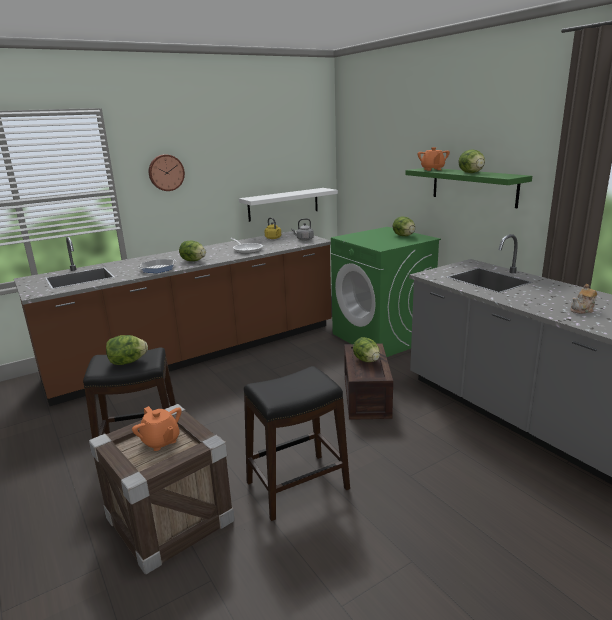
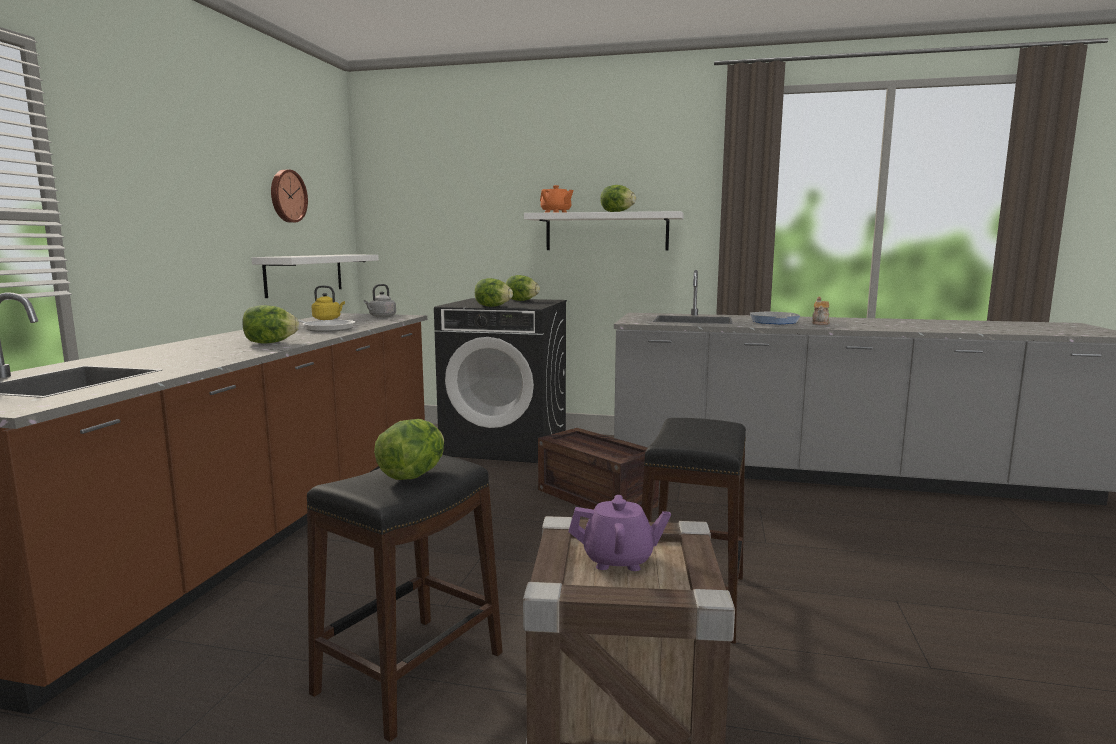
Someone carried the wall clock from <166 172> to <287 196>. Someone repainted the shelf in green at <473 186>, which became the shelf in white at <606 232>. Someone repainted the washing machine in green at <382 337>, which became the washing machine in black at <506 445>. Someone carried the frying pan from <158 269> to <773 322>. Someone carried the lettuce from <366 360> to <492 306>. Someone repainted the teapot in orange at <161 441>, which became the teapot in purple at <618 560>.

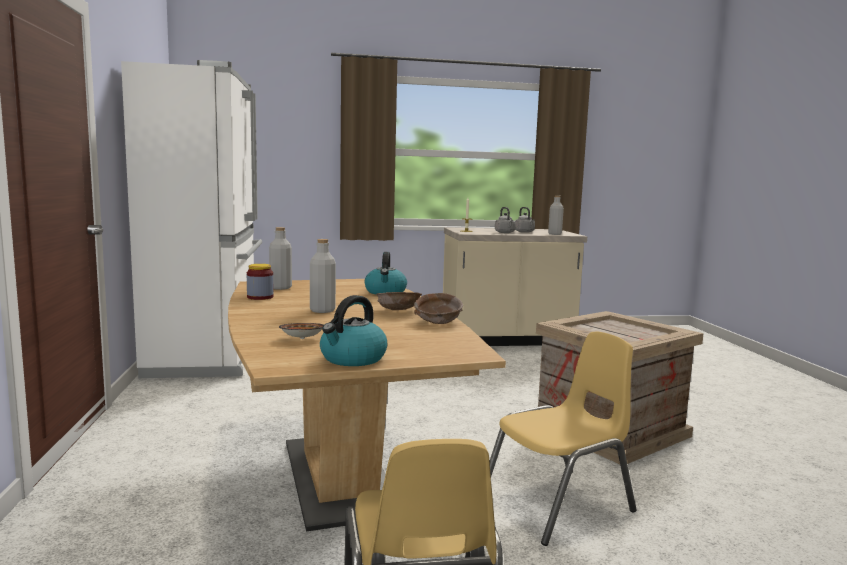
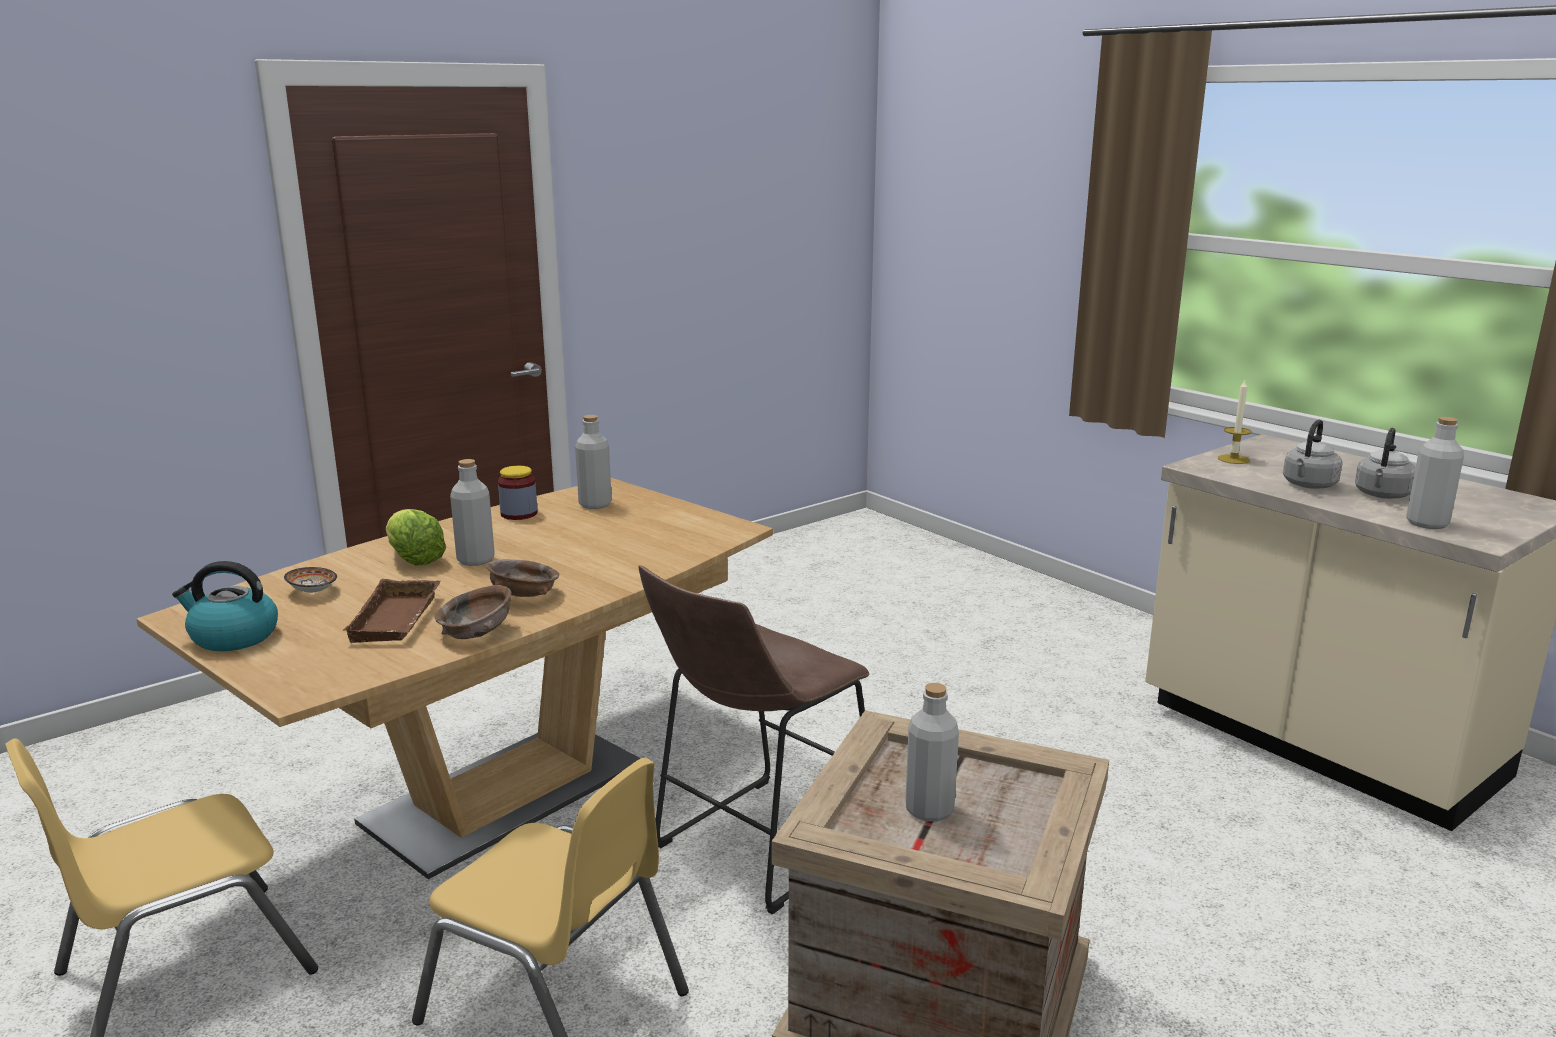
Someone took away the fridge in white at <208 356>. Someone took away the kettle at <385 292>. Someone put down the lettuce at <414 559>. Someone put down the stool in brown at <757 847>. Someone put down the tray in brown at <398 620>. Someone put down the bottle in grey at <929 810>.

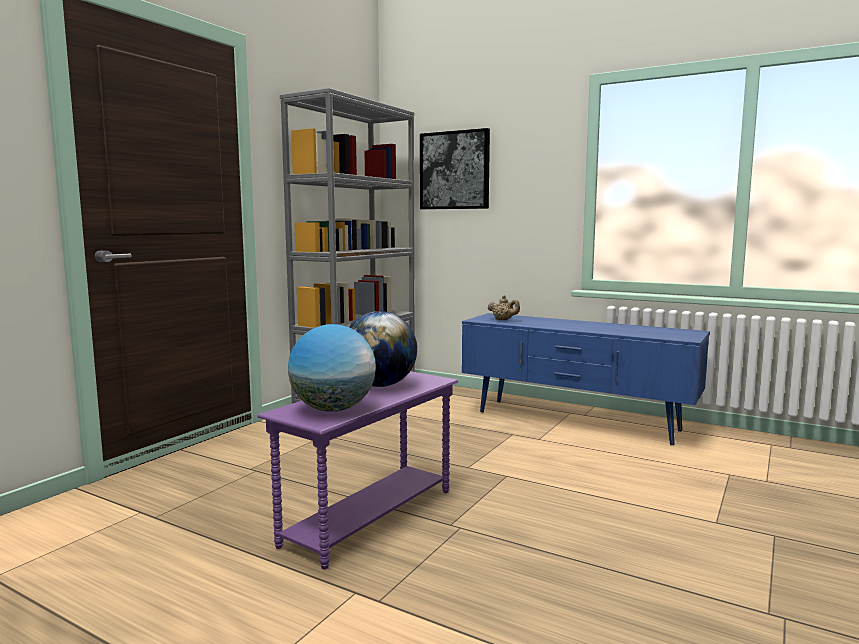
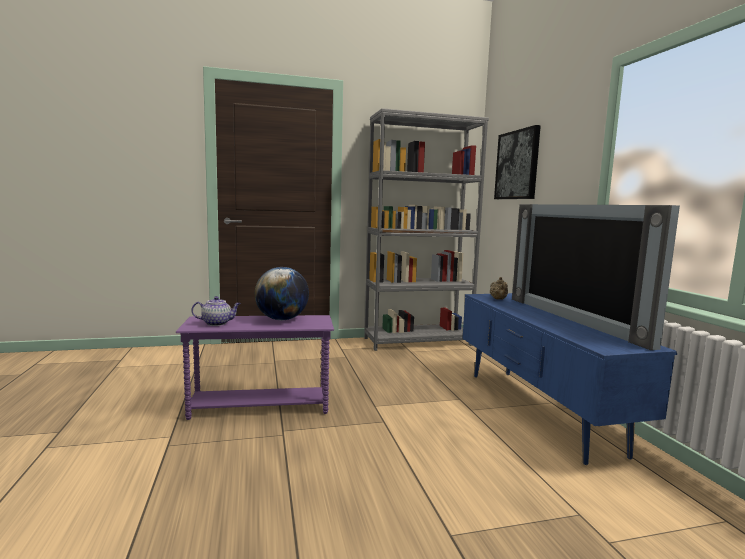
Someone swapped the globe at <333 409> for the teapot at <217 323>. Someone put down the television at <577 319>.

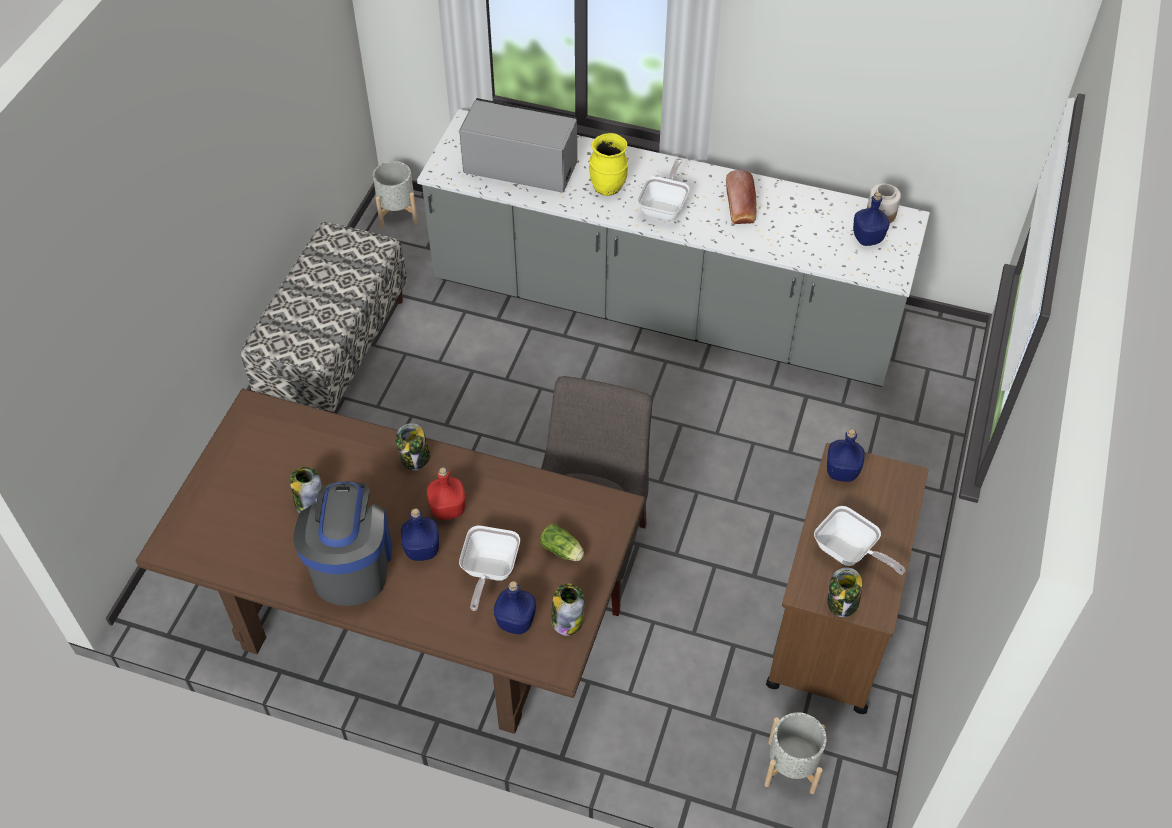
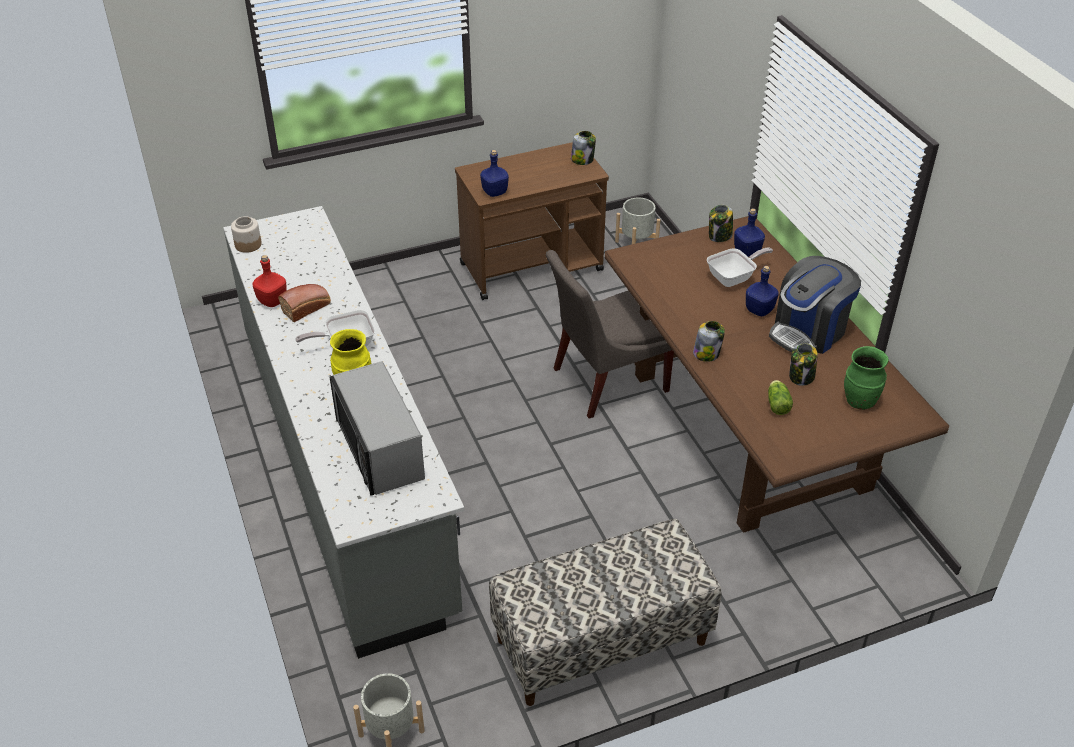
Someone took away the bottle in blue at <868 239>. Someone carried the bottle in red from <447 509> to <273 301>. Someone took away the frying pan at <849 553>. Someone carried the lettuce from <563 551> to <777 403>. Someone put down the vase in green at <859 401>.

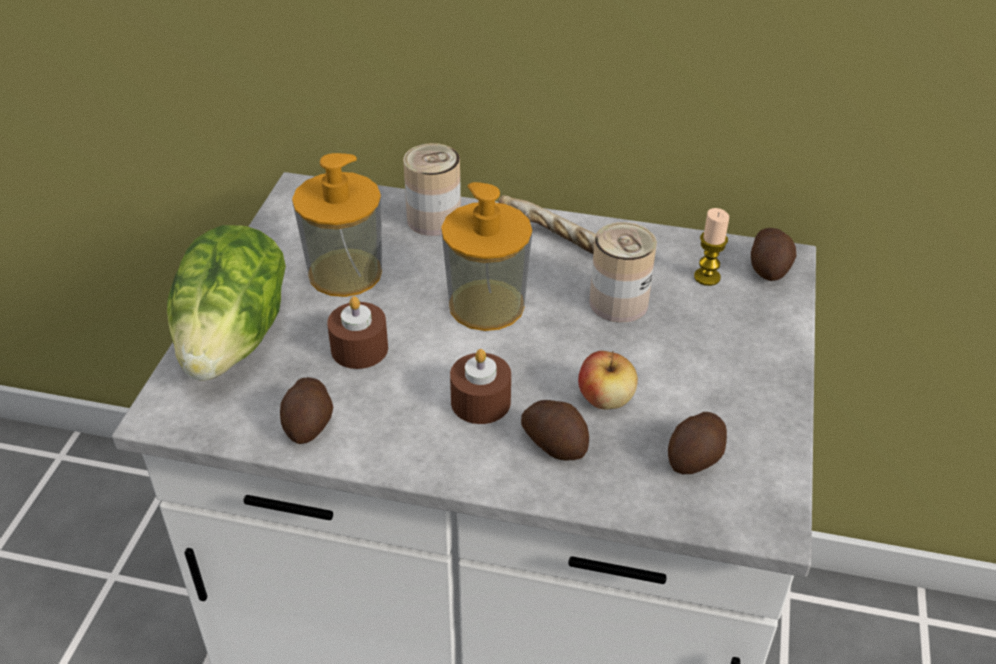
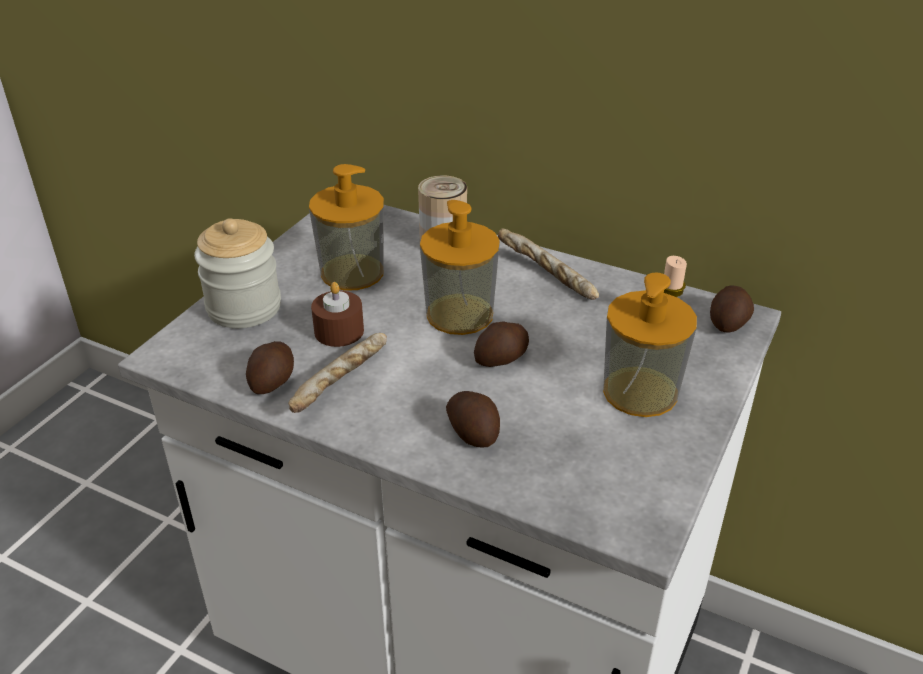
Someone took away the can at <618 302>. Someone swapped the lettuce at <236 338> for the jar at <244 307>. Someone took away the candle in brown at <480 402>. Someone took away the apple at <605 399>. Someone carried the potato from <696 457> to <502 359>. Someone put down the soap dispenser at <640 392>. Someone put down the bread at <342 383>.

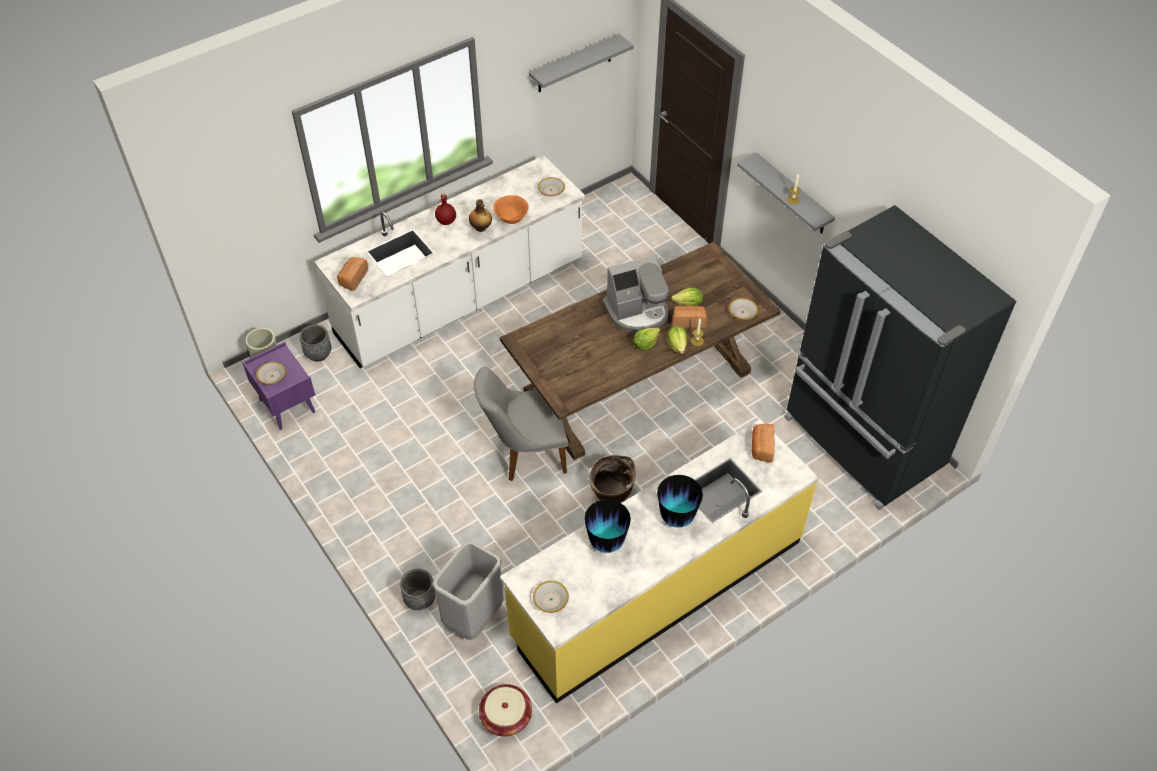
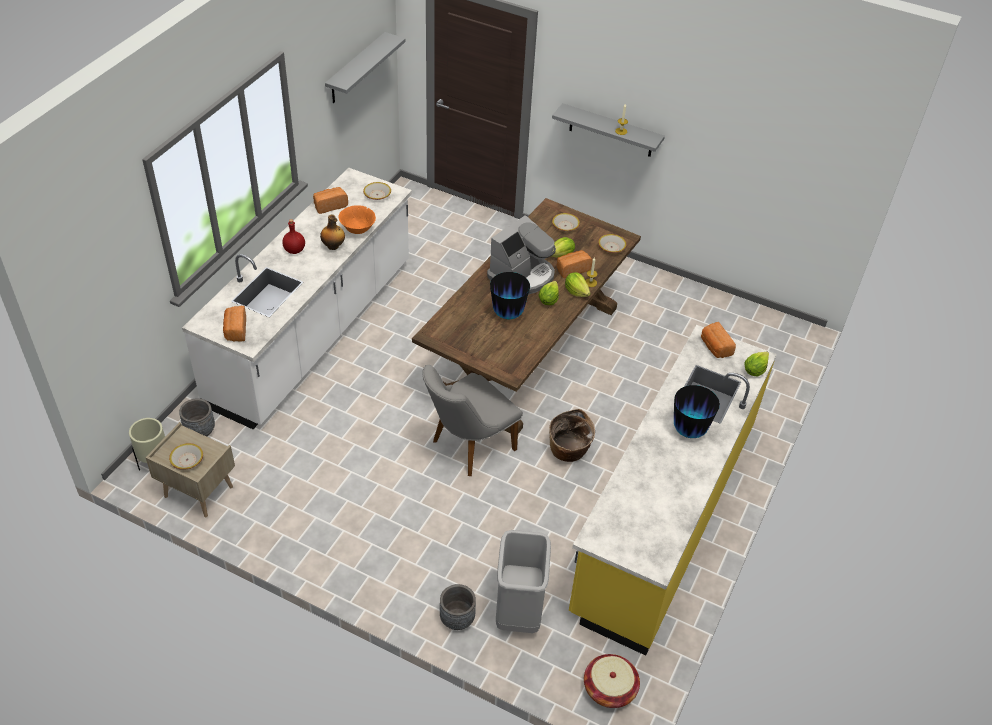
Someone took away the fridge in black at <861 443>. Someone repainted the nightstand in purple at <286 405>, which became the nightstand in beige at <197 492>. Someone carried the vase from <606 543> to <508 314>. Someone carried the bowl from <551 599> to <565 226>. Someone put down the bread at <330 205>. Someone put down the lettuce at <754 370>.

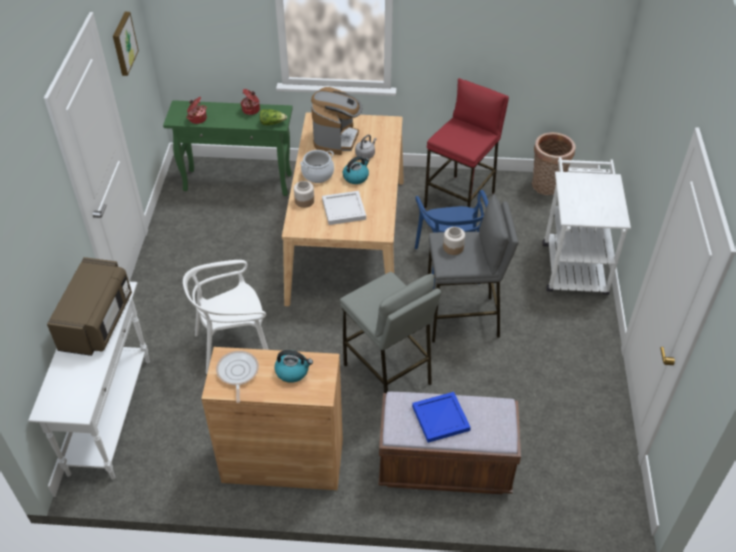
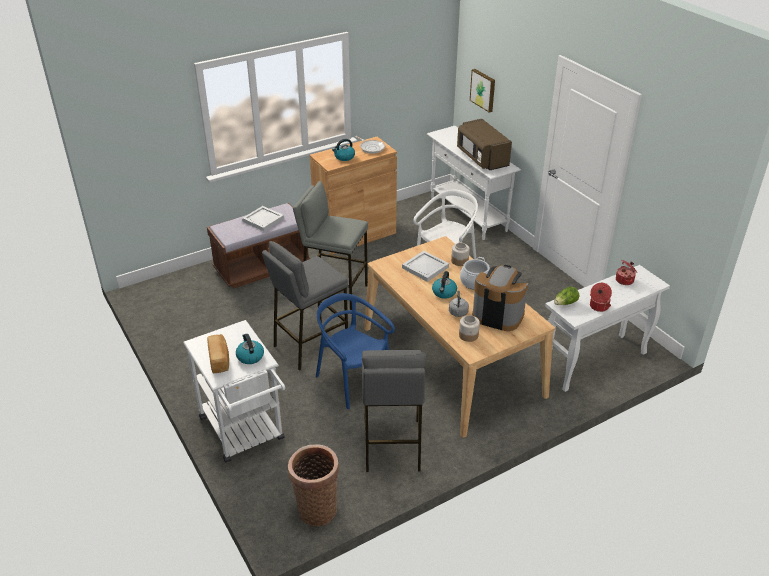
Someone carried the picture from <123 43> to <483 90>. Someone repainted the stool in red at <460 200>, which became the stool in grey at <391 445>. Someone rotated the coffee machine at <336 139> by 135 degrees clockwise. Someone repainted the console table in green at <239 182>, which became the console table in white at <593 363>. Someone carried the jar from <453 247> to <468 335>. Someone repainted the tray in blue at <440 419>, which became the tray in white at <263 219>. Someone put down the bread at <220 360>. Someone put down the kettle at <250 356>.

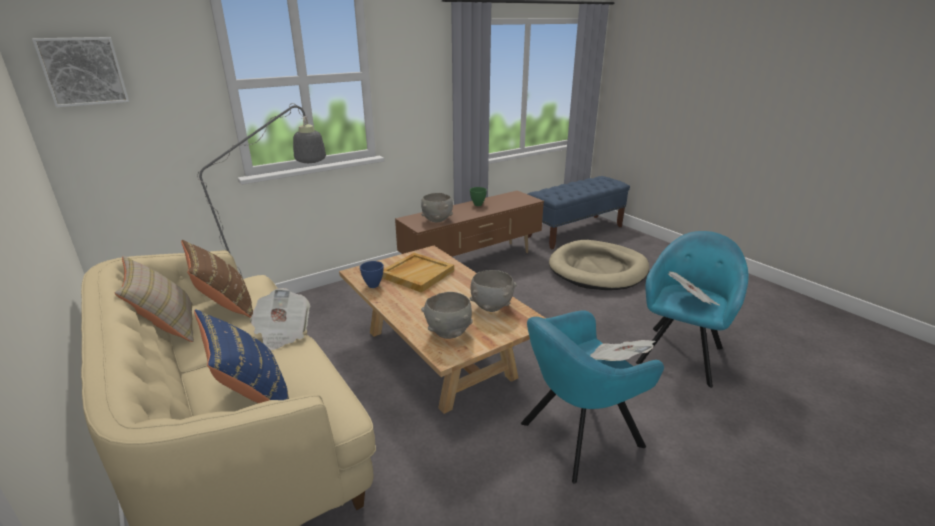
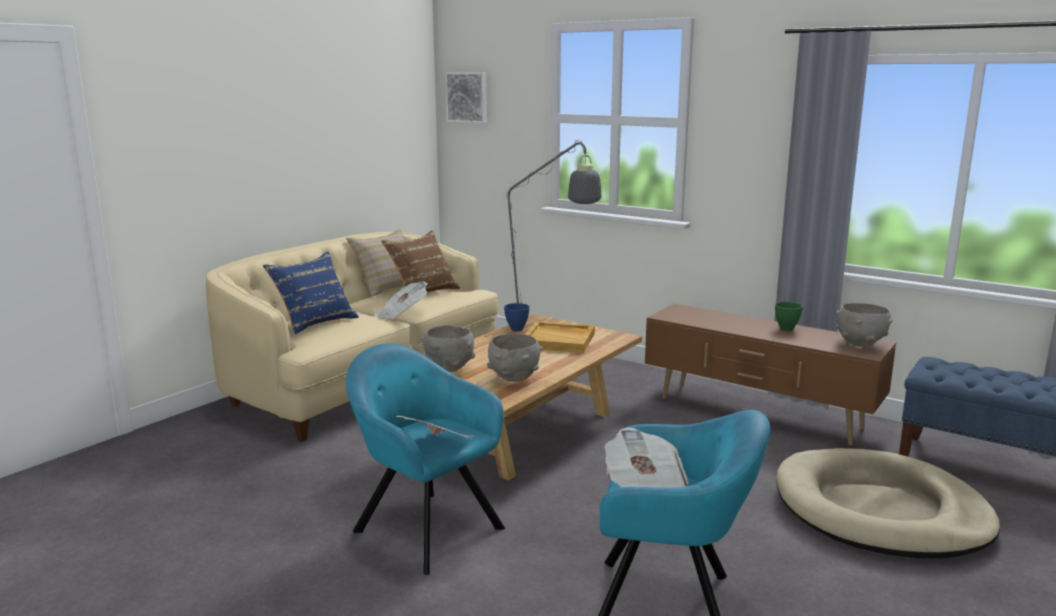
Someone carried the bowl in grey from <437 220> to <860 344>.

